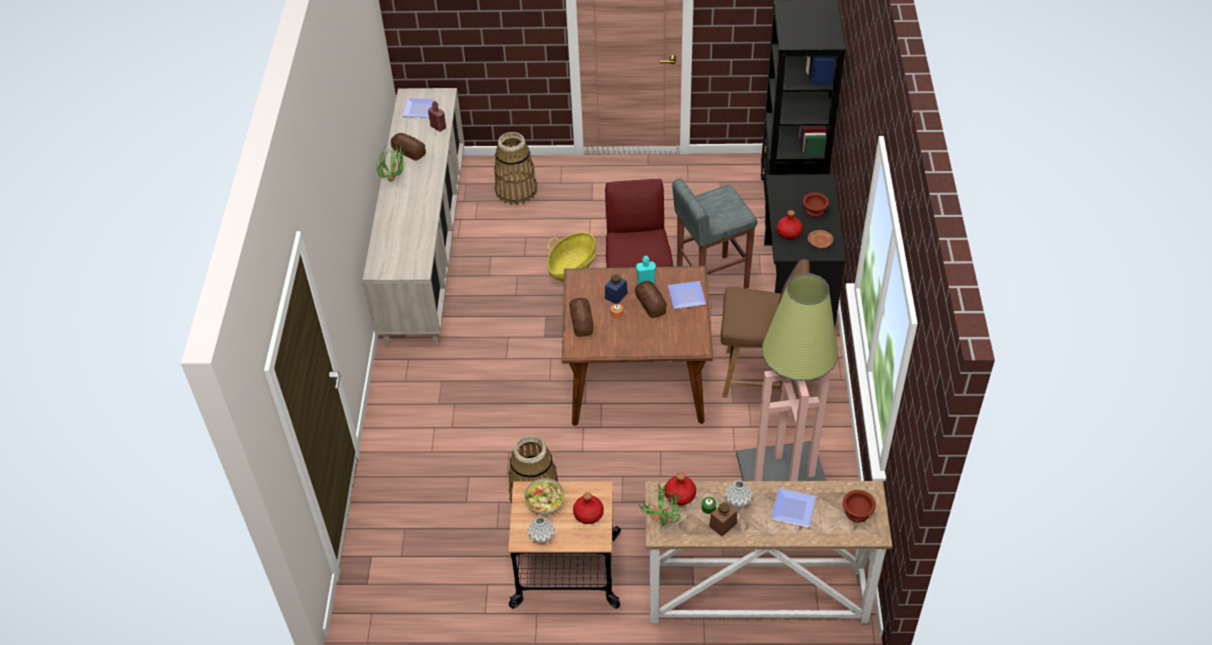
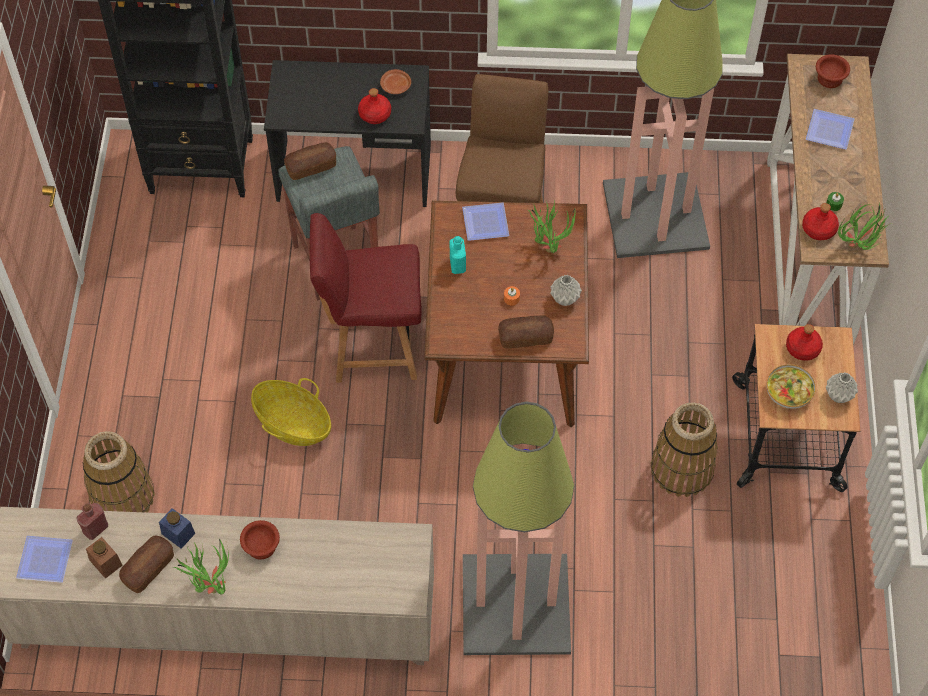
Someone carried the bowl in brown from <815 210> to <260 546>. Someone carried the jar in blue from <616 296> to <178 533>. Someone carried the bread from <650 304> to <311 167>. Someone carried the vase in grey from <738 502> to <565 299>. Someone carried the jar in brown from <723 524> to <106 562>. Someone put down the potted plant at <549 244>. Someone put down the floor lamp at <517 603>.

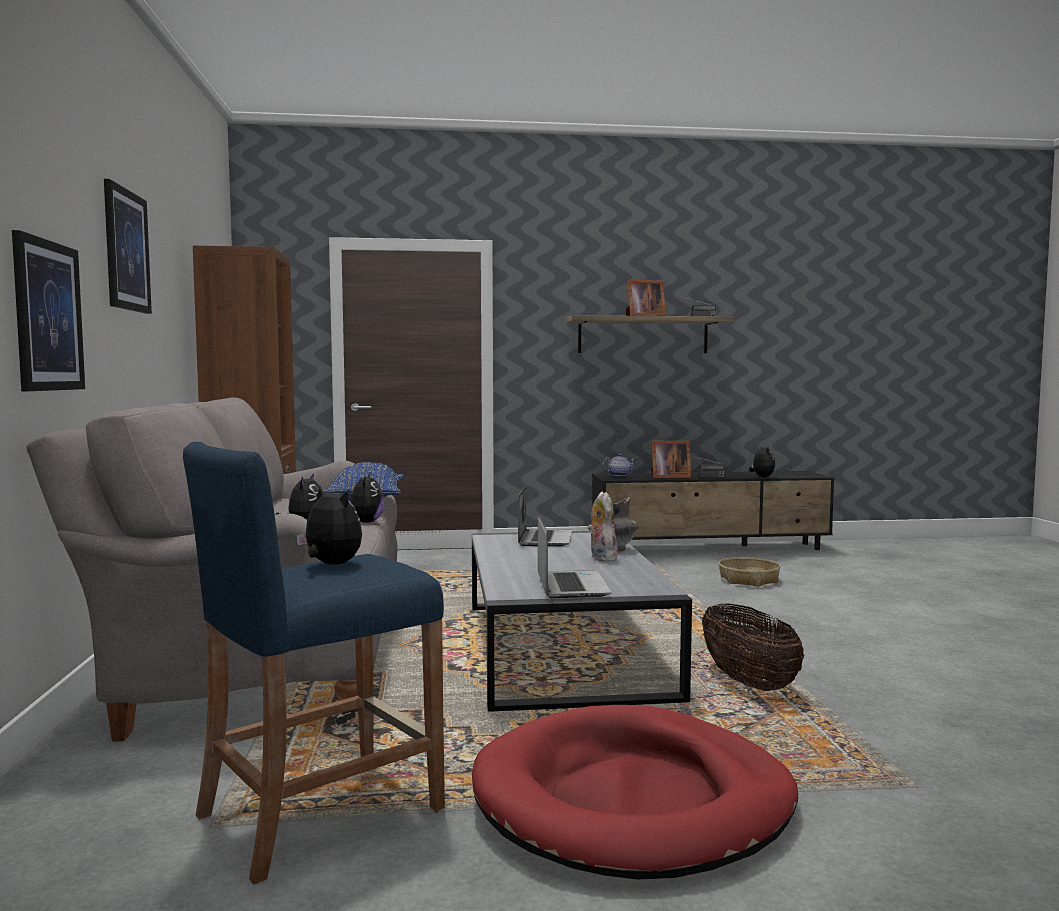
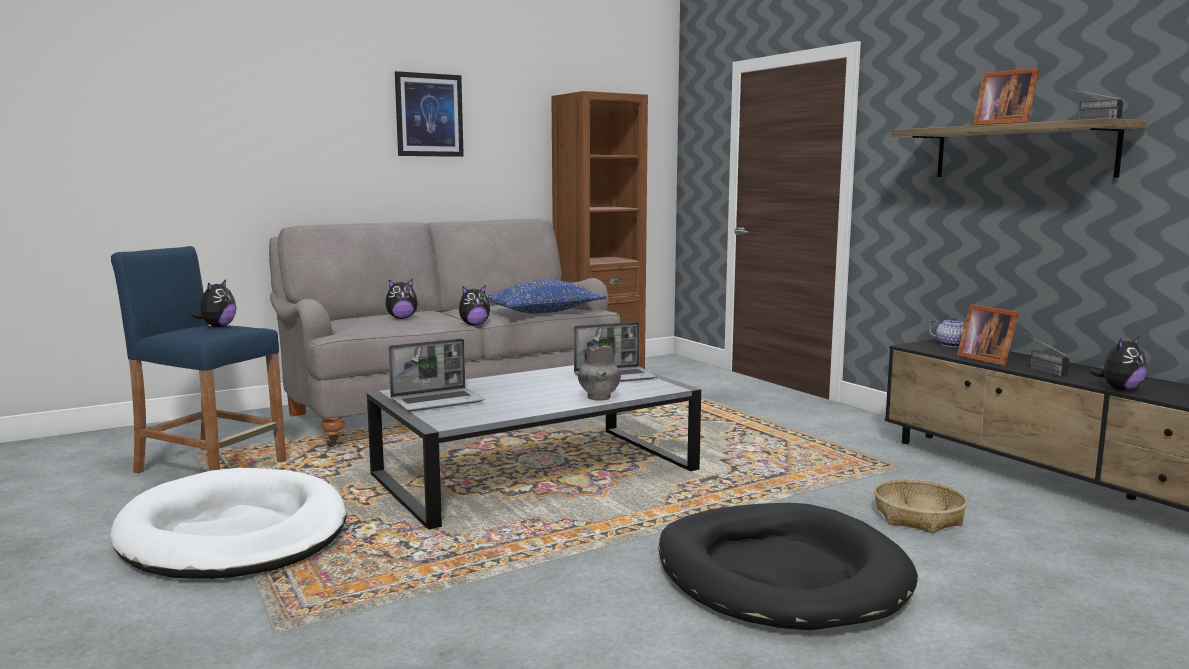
Someone took away the picture at <48 316>. Someone took away the plush toy at <601 558>. Someone took away the basket at <748 682>. Someone repainted the dog bed in red at <633 799>, which became the dog bed in white at <235 533>. Someone put down the dog bed in black at <780 574>.

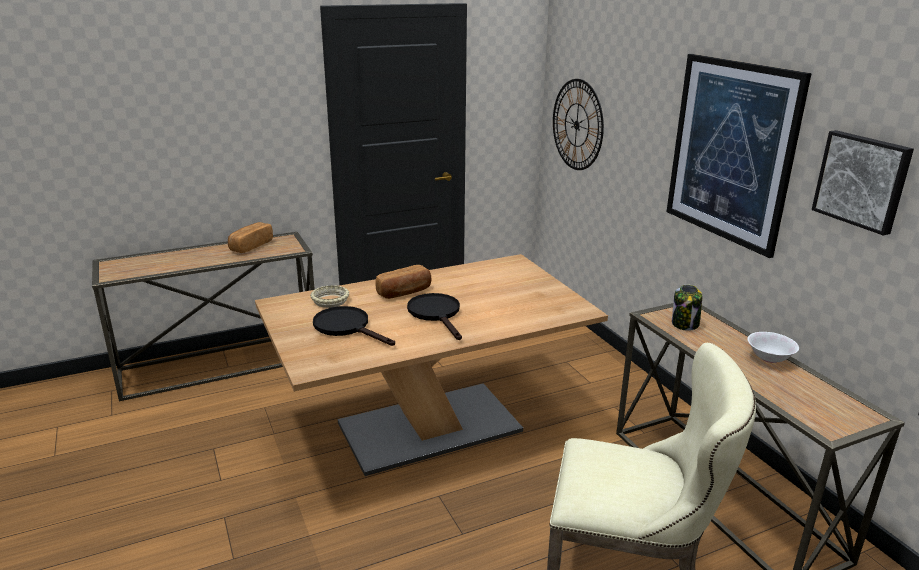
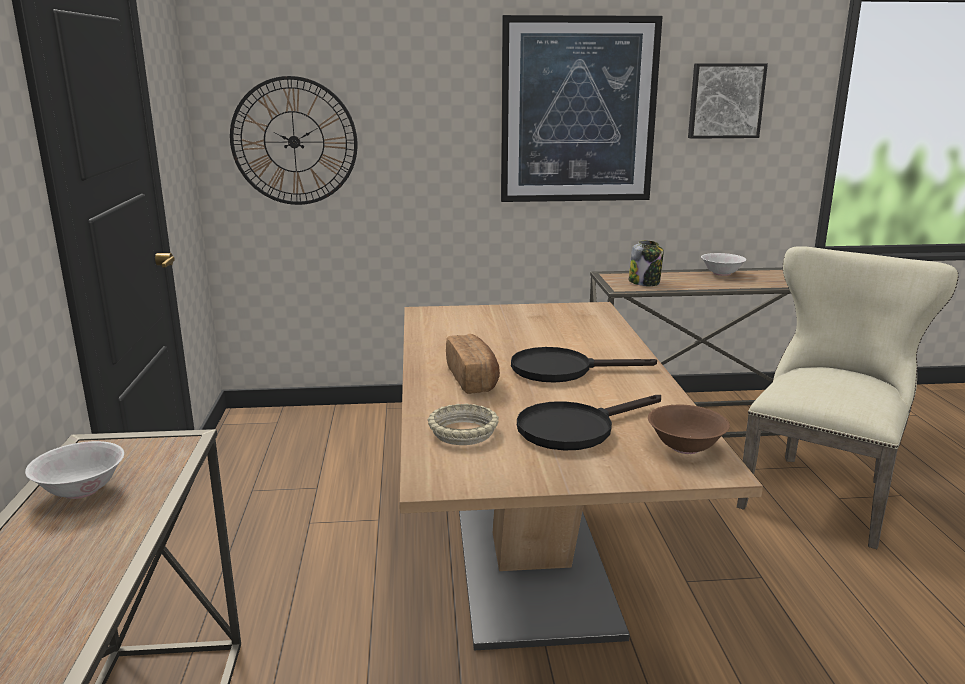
Someone swapped the bread at <250 246> for the bowl in white at <81 490>. Someone put down the bowl in brown at <685 447>.

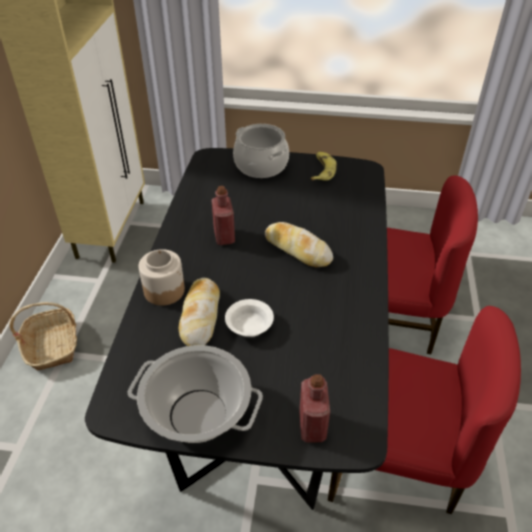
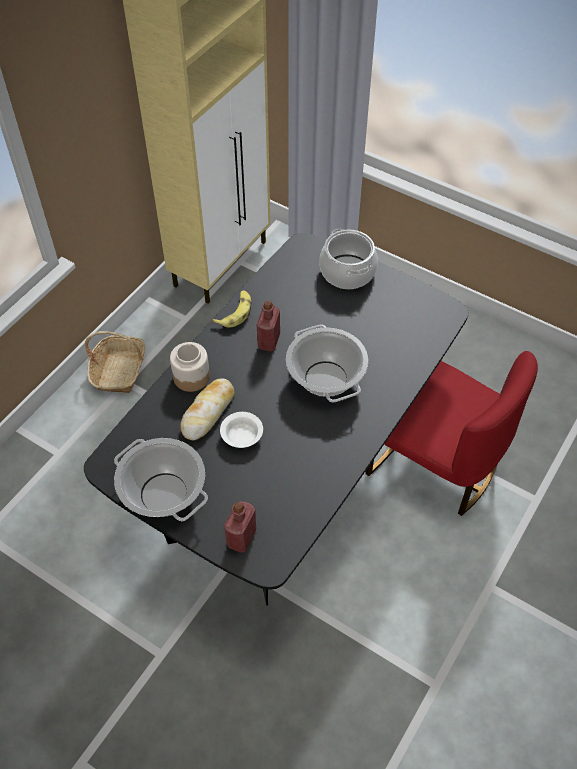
Someone carried the banana from <322 170> to <235 312>. Someone swapped the bread at <297 249> for the cooking pot at <325 378>. Someone took away the chair in red at <396 462>.

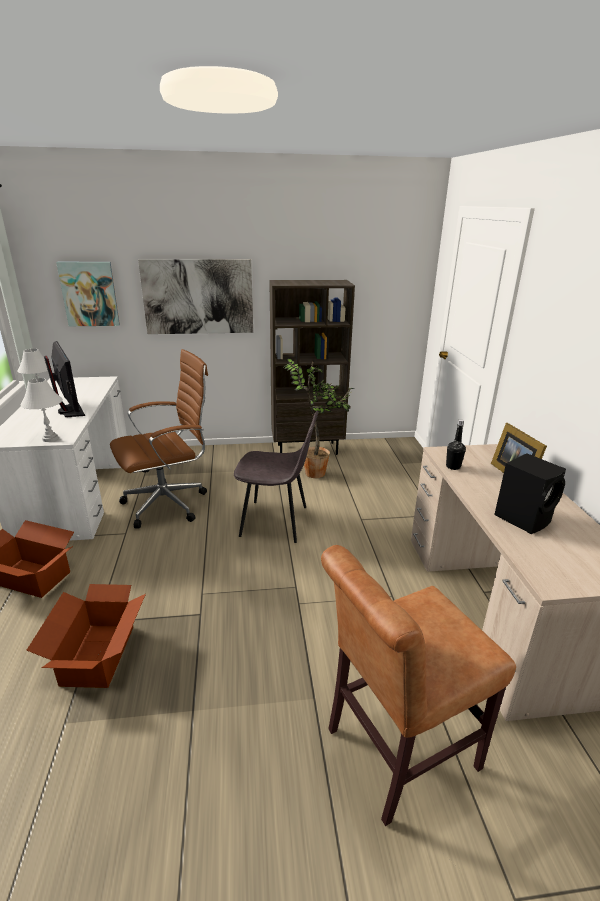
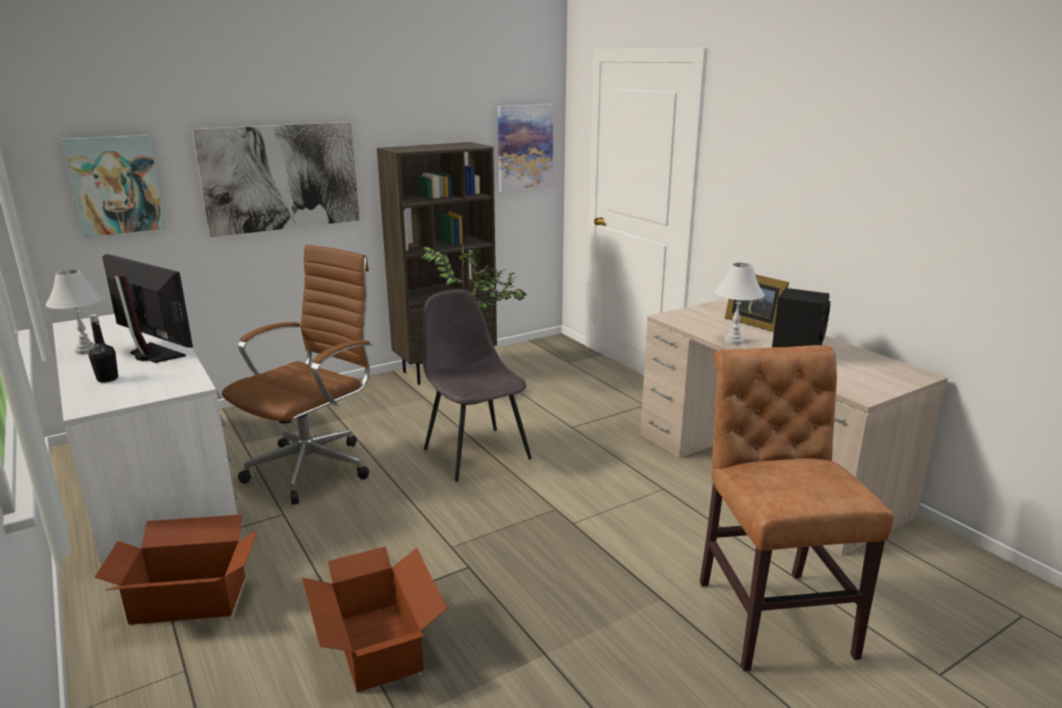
Someone carried the table lamp in white from <50 438> to <733 341>. Someone rotated the chair in grey at <276 521> by 105 degrees counterclockwise. Someone carried the bottle in black from <453 466> to <107 379>. Someone rotated the chair in brown at <395 751> by 135 degrees clockwise. Someone put up the picture at <524 147>.

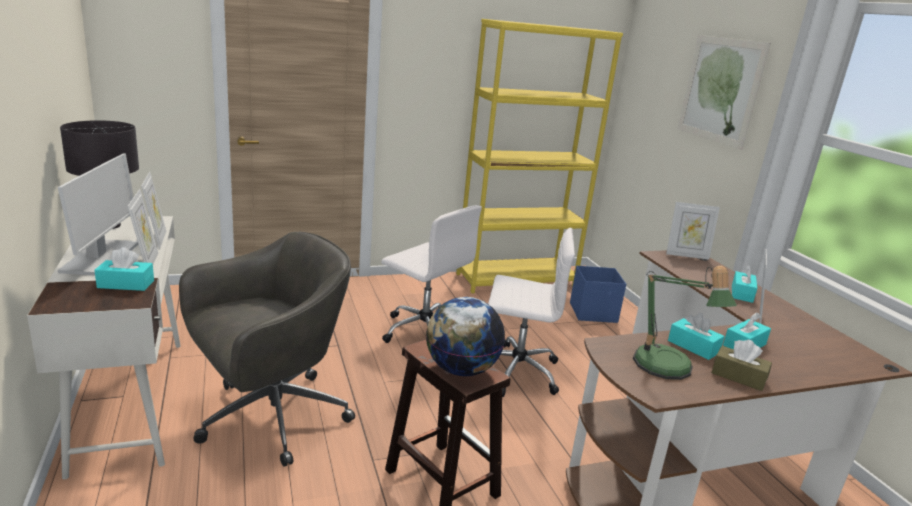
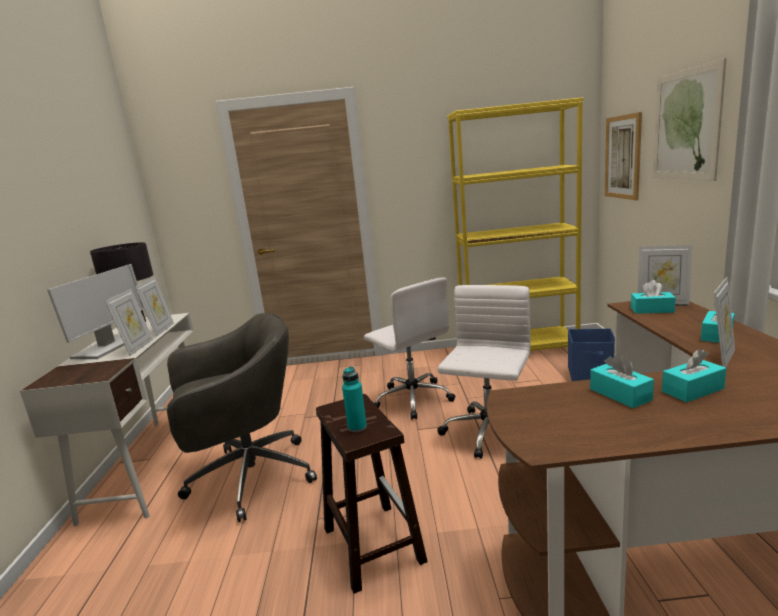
Someone rotated the office chair in white at <515 371> by 90 degrees counterclockwise. Someone carried the tissue box in turquoise from <126 284> to <652 310>. Someone took away the table lamp at <667 370>. Someone swapped the globe at <461 369> for the bottle in turquoise at <357 427>. Someone took away the tissue box in brown at <738 376>. Someone put up the picture at <623 157>.

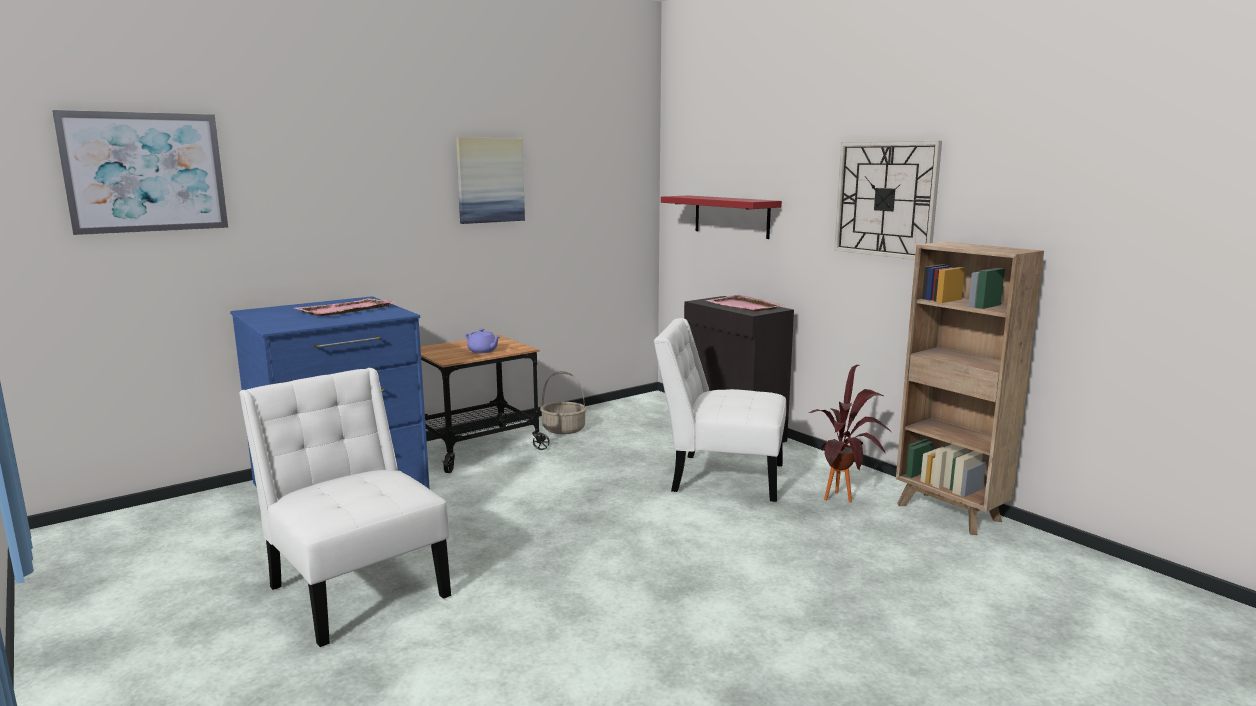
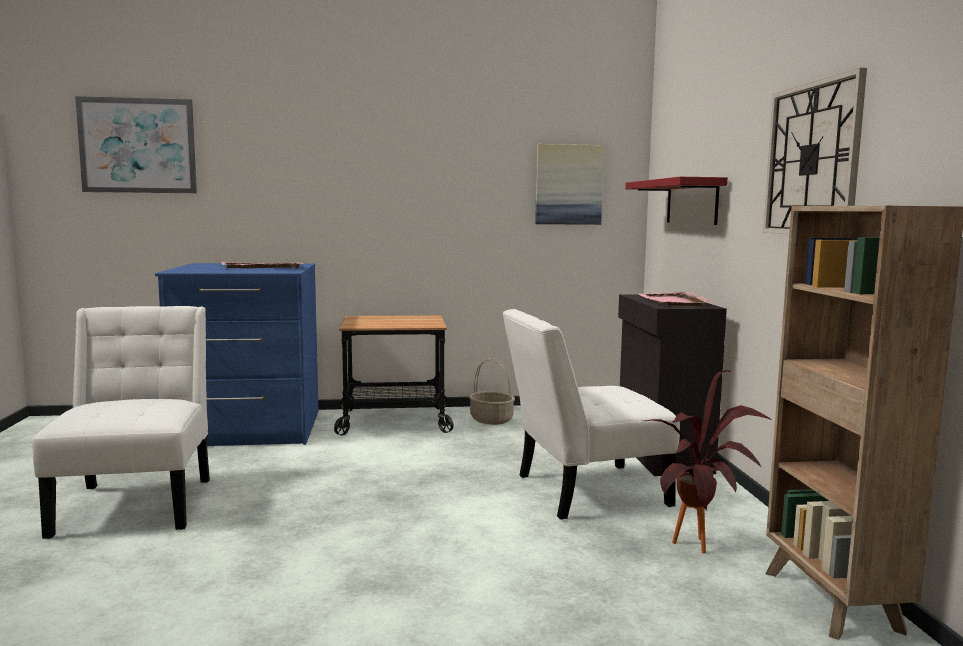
Someone carried the picture from <490 180> to <568 184>. Someone rotated the chair in white at <720 476> by 60 degrees counterclockwise. Someone took away the teapot in purple at <483 351>.

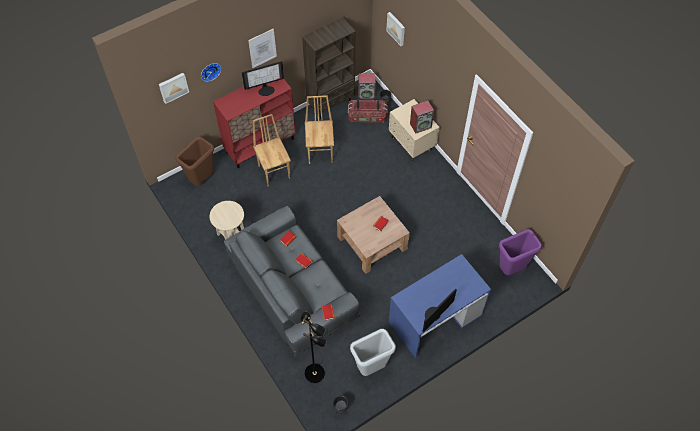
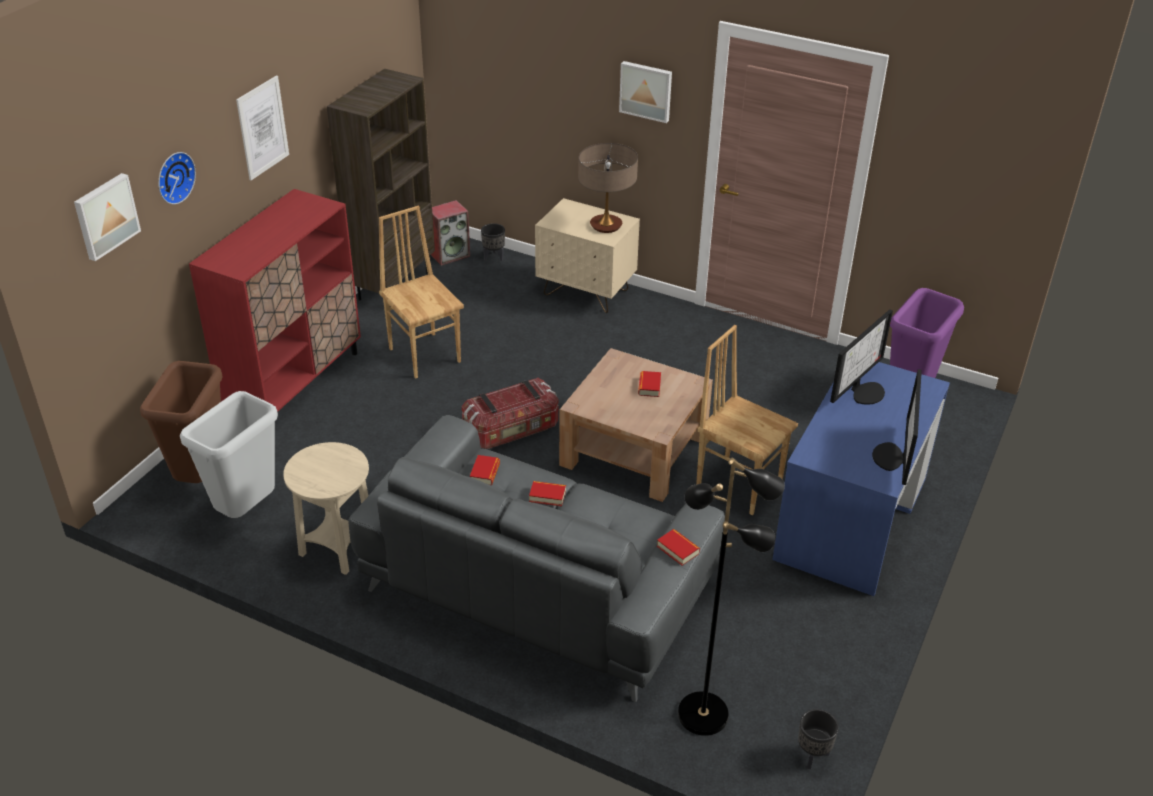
Someone carried the picture from <396 28> to <646 91>. Someone carried the monitor from <266 89> to <864 391>. Someone carried the storage box from <367 117> to <512 430>. Someone swapped the speaker at <420 125> for the table lamp at <606 225>. Someone carried the chair in brown from <274 171> to <739 484>. Someone carried the trash can in grey from <371 368> to <247 511>.

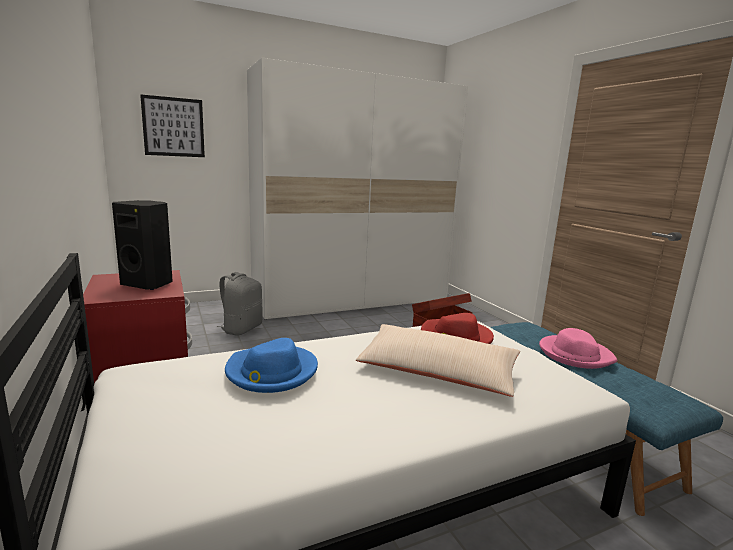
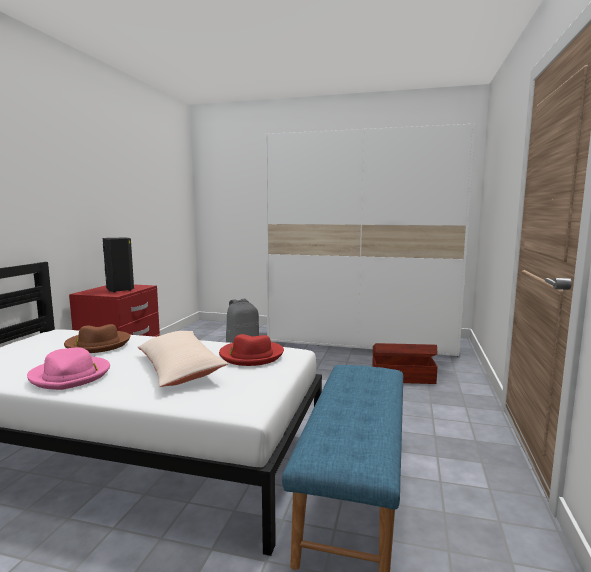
Someone took away the picture at <173 127>. Someone carried the hat in pink from <574 354> to <71 376>. Someone repainted the hat in blue at <271 372>, which became the hat in brown at <98 344>.

